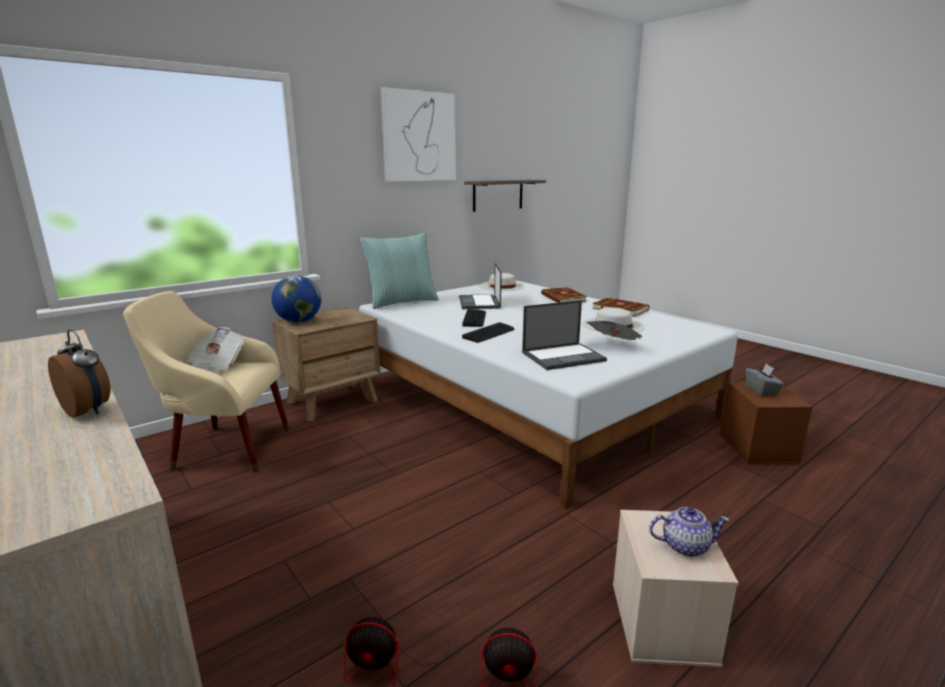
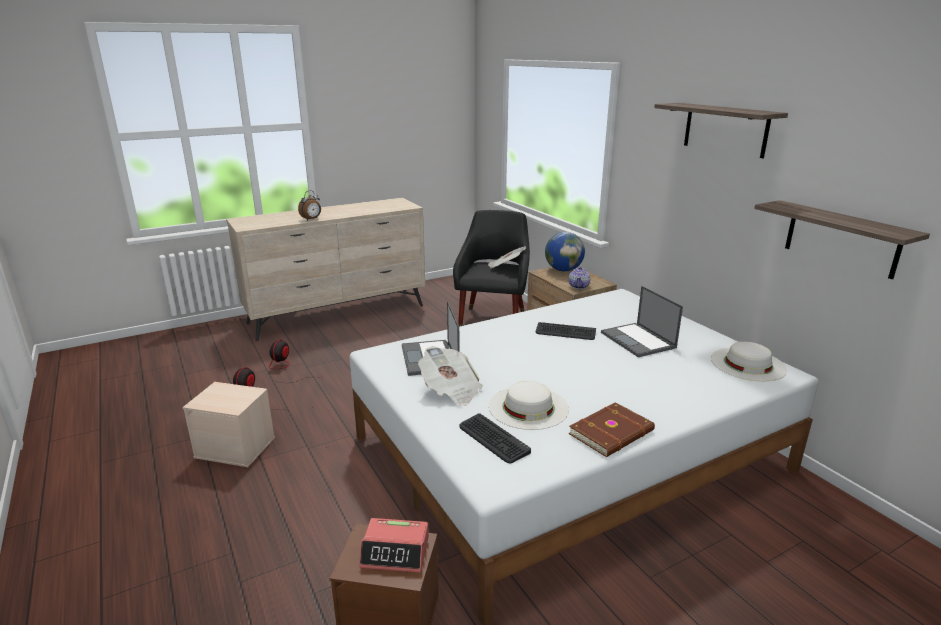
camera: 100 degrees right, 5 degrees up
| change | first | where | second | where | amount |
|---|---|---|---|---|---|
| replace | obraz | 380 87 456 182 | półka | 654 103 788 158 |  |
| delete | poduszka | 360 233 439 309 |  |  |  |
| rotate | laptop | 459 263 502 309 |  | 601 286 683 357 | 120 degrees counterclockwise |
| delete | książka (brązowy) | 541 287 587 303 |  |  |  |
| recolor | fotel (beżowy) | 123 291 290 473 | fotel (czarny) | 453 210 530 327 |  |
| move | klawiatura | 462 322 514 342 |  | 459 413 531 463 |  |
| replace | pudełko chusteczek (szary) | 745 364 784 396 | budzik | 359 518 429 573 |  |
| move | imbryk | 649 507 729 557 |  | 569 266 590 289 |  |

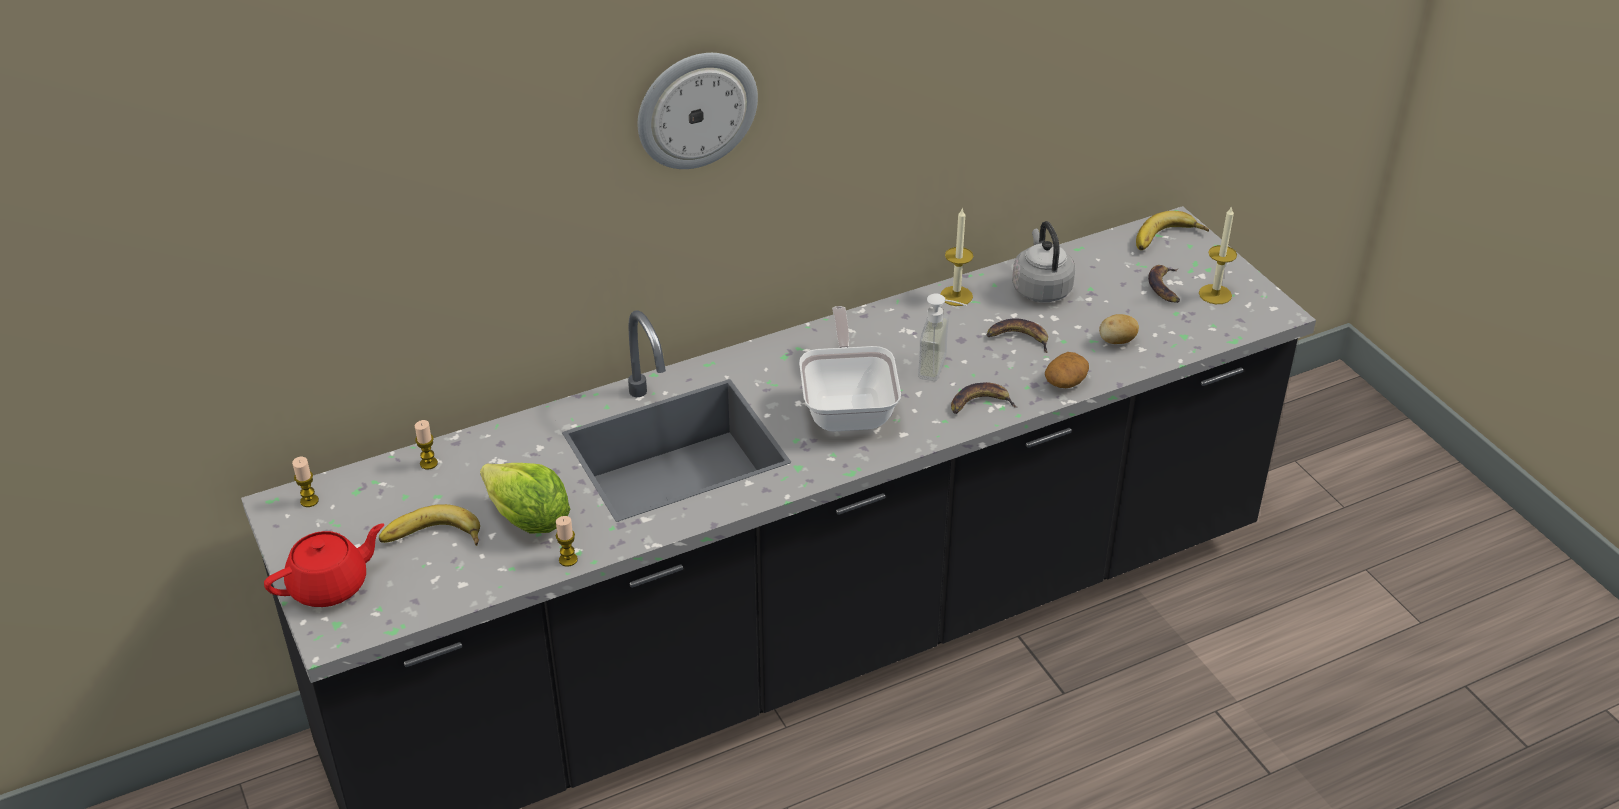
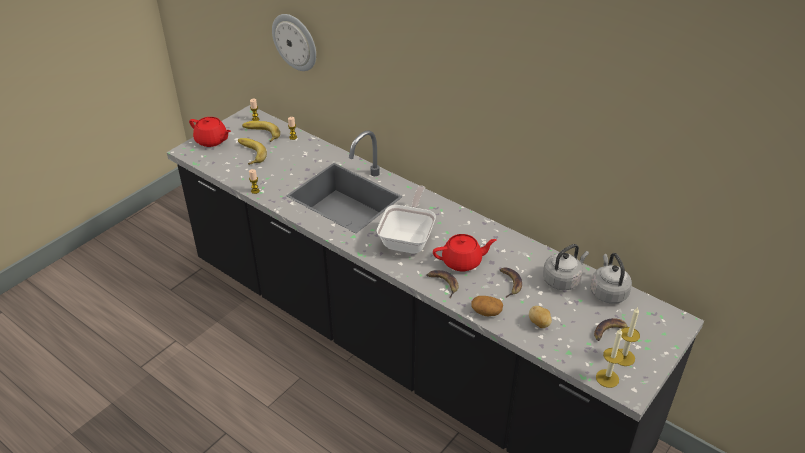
camera: 65 degrees right, 0 degrees up
| change | first | where | second | where | amount |
|---|---|---|---|---|---|
| move | zegar ścienny | 638 53 758 169 |  | 272 14 316 71 |  |
| move | świeca | 941 209 973 306 |  | 596 329 624 388 |  |
| move | banan | 1136 211 1209 250 |  | 242 121 280 142 |  |
| replace | dozownik mydła | 918 294 967 381 | imbryk (czerwony) | 433 234 497 271 |  |
| rotate | patelnia | 799 306 901 432 |  | 377 185 436 254 | 45 degrees counterclockwise |
| delete | sałata | 480 463 570 534 |  |  |  |
| insert |  |  | czajnik (szary) | 591 253 632 304 |  |

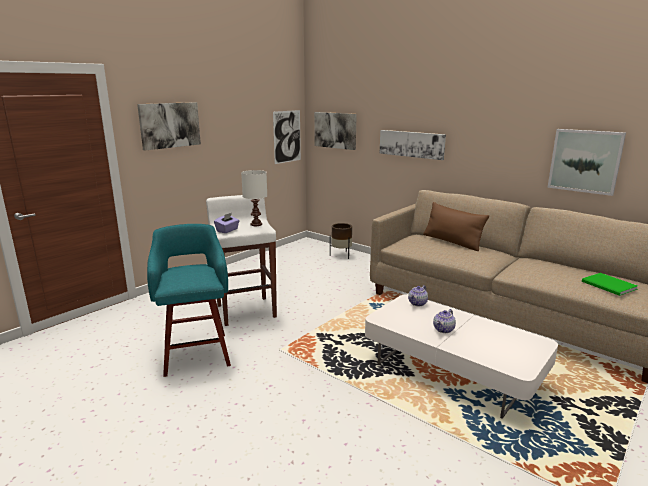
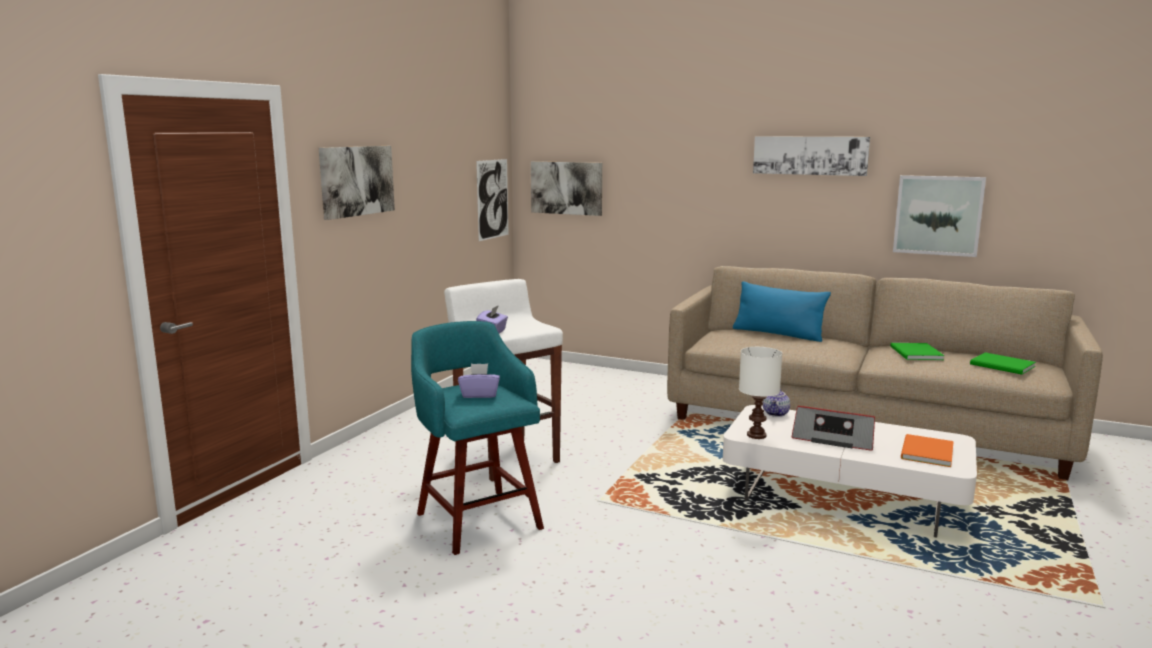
camera: 15 degrees left, 5 degrees down
| change | first | where | second | where | amount |
|---|---|---|---|---|---|
| move | obraz | 380 130 446 160 |  | 753 136 870 176 |  |
| move | lampa stołowa (biały) | 241 170 267 226 |  | 739 347 783 439 |  |
| recolor | poduszka (brązowy) | 423 202 489 251 | poduszka (niebieski) | 733 281 831 342 |  |
| delete | donica (brązowy) | 330 223 352 259 |  |  |  |
| replace | imbryk | 433 309 456 333 | radio | 792 406 875 451 |  |
| insert |  |  | książka (zielony) | 890 343 945 360 |  |
| insert |  |  | pudełko chusteczek (fioletowy) | 458 364 500 398 |  |
| insert |  |  | książka (pomarańczowy) | 901 434 954 467 |  |

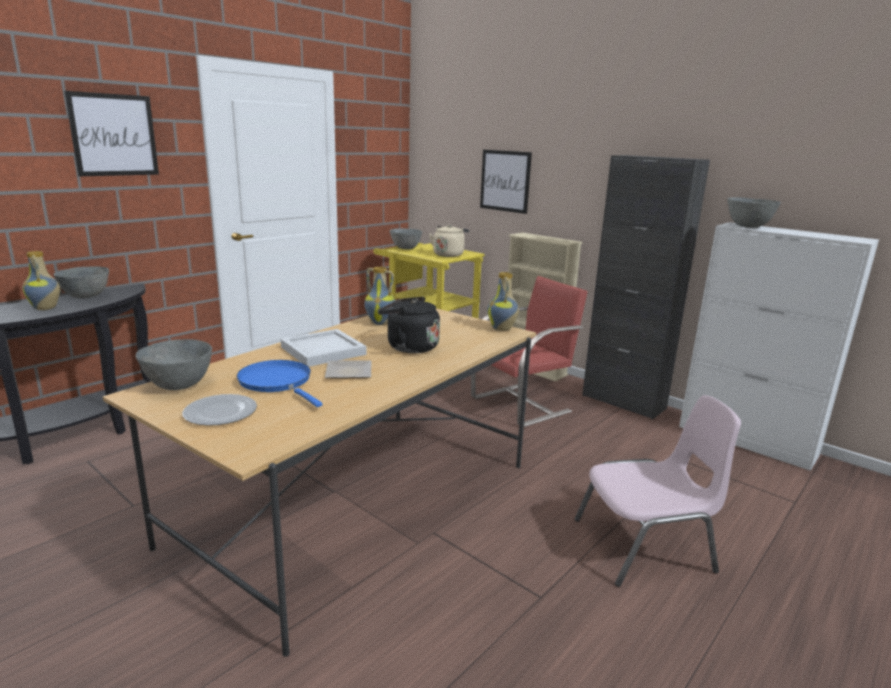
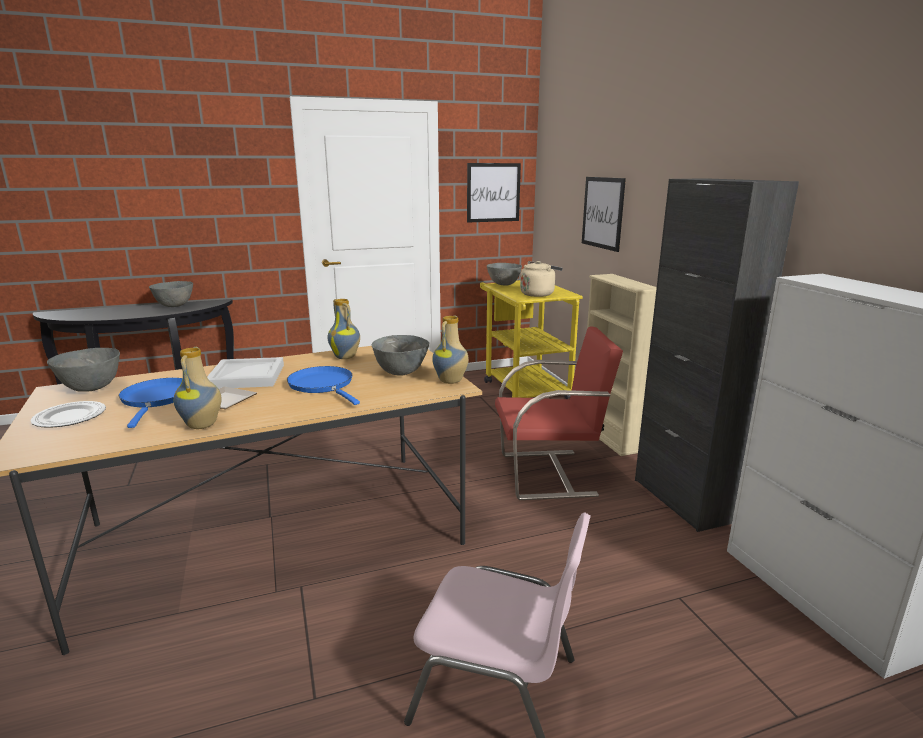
camera: 30 degrees right, 0 degrees up
| change | first | where | second | where | amount |
|---|---|---|---|---|---|
| move | obraz | 64 91 159 176 |  | 467 163 521 223 |  |
| move | miska (szary) | 727 197 781 228 |  | 372 335 429 376 |  |
| move | wazon | 22 251 60 310 |  | 174 347 221 429 |  |
| replace | czajnik (czarny) | 378 297 440 353 | patelnia (niebieski) | 287 366 360 405 |  |

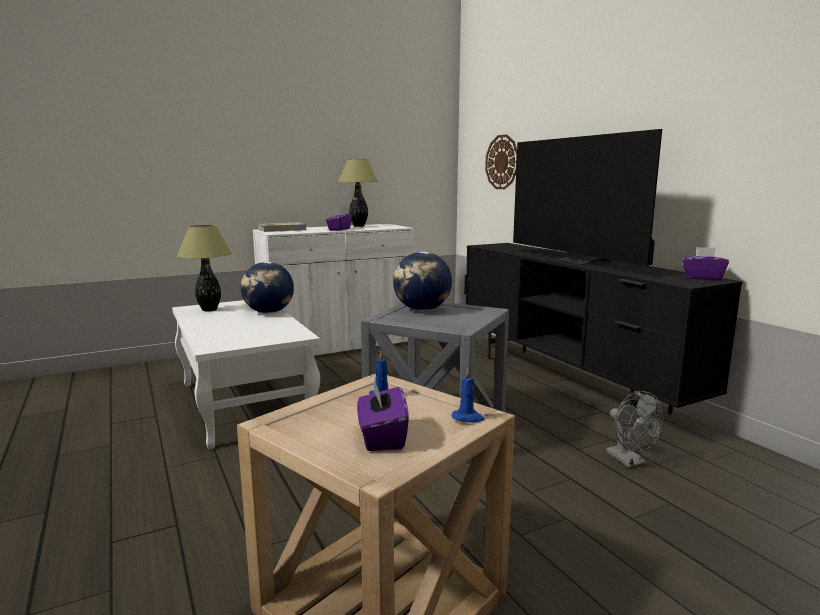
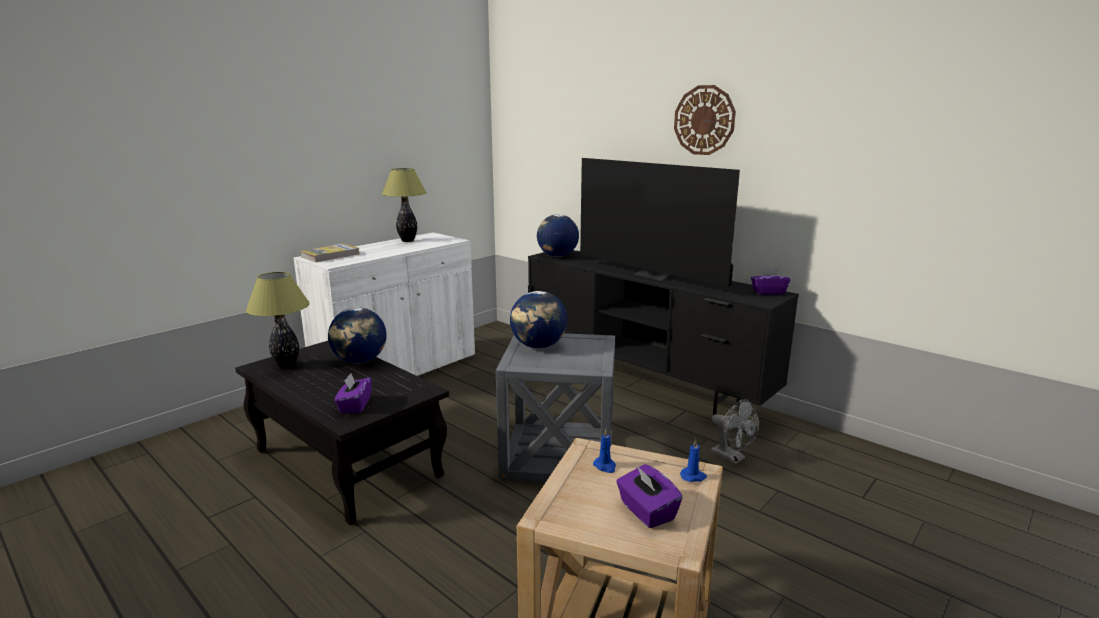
camera: 20 degrees left, 5 degrees up
| change | first | where | second | where | amount |
|---|---|---|---|---|---|
| move | zegar ścienny | 485 134 517 189 |  | 674 85 736 155 |  |
| move | pudełko chusteczek (fioletowy) | 326 209 352 231 |  | 334 373 372 413 |  |
| recolor | ława (biały) | 172 300 320 449 | ława (czarny) | 235 341 449 525 |  |
| insert |  |  | globus | 537 214 579 257 |  |

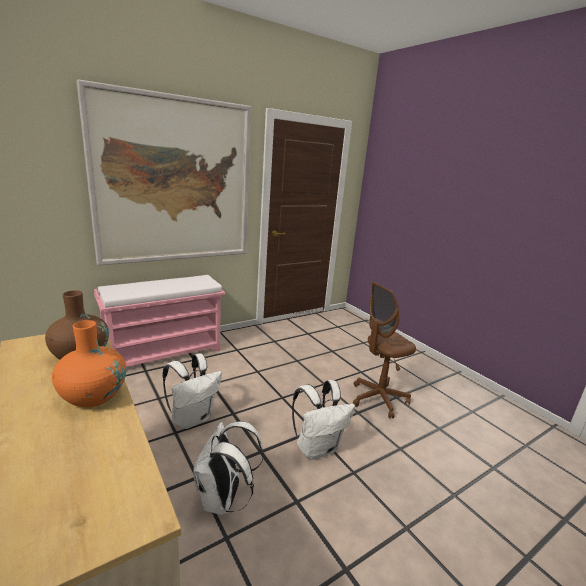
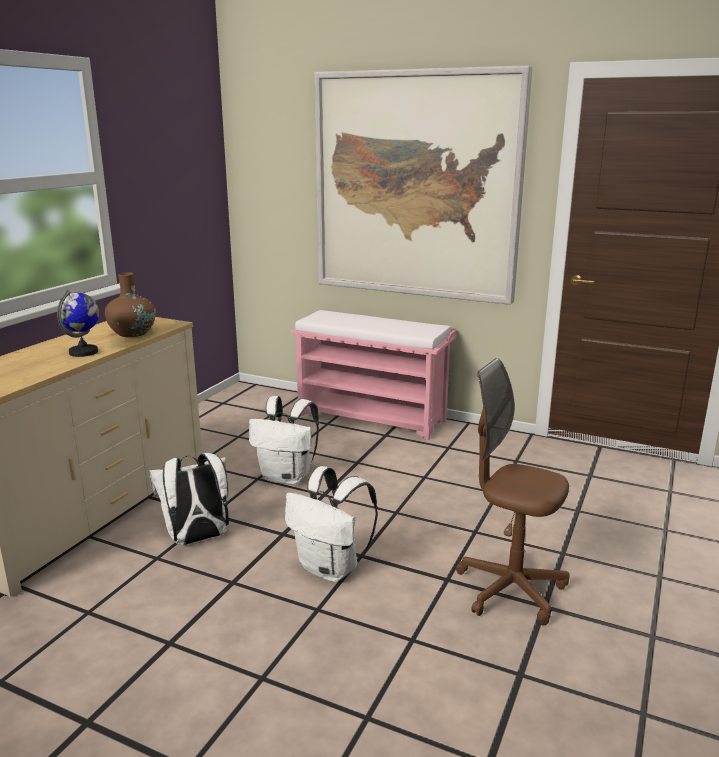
camera: 60 degrees right, 0 degrees up
| change | first | where | second | where | amount |
|---|---|---|---|---|---|
| replace | wazon (pomarańczowy) | 52 320 126 407 | globus | 57 290 99 357 |  |

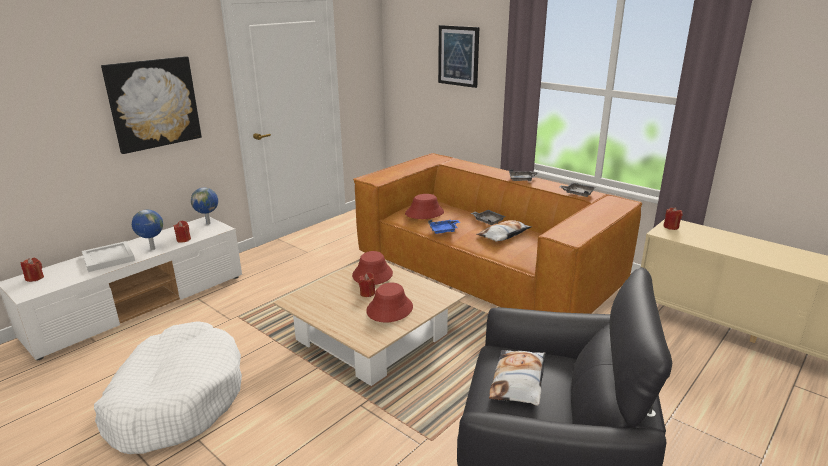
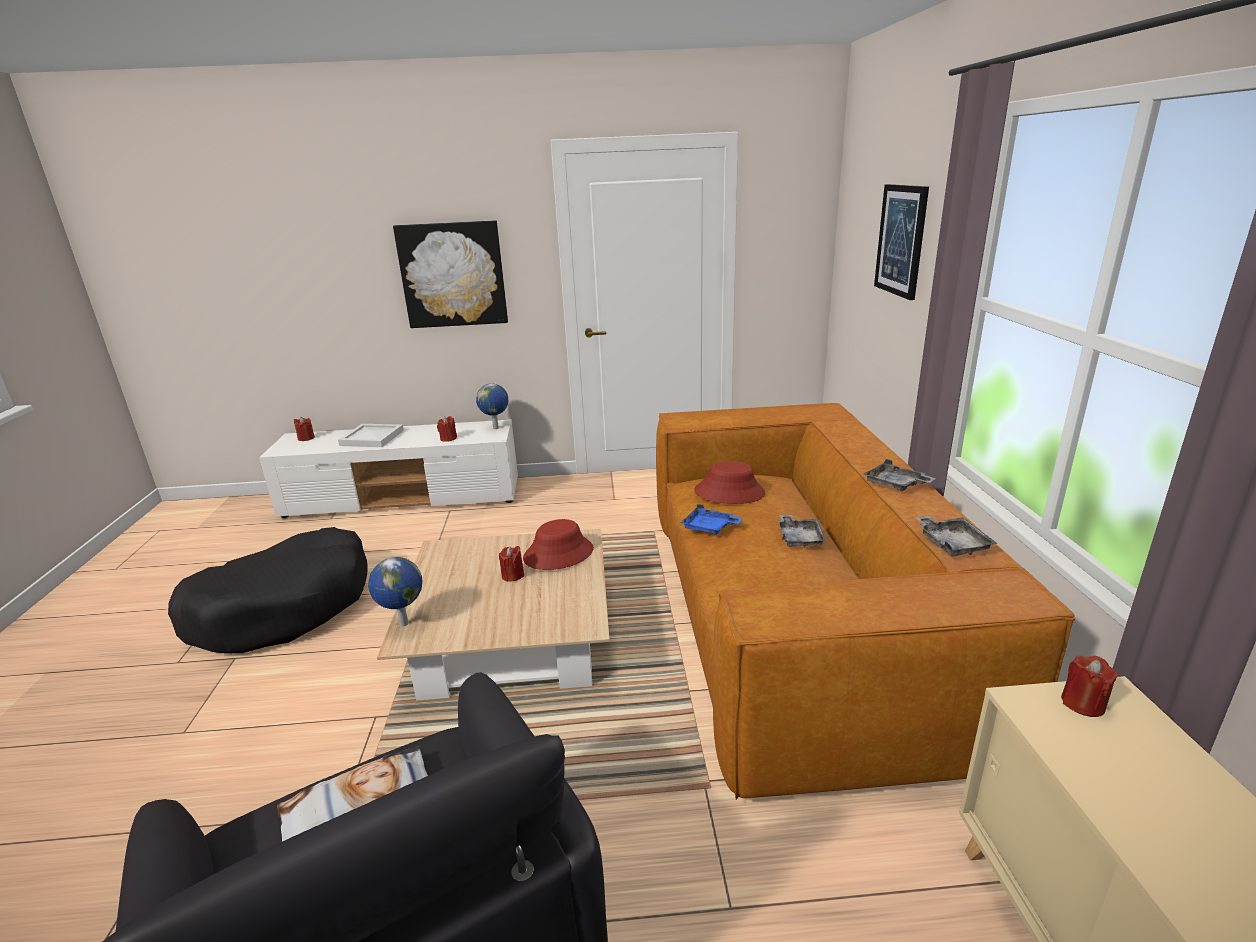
camera: 45 degrees right, 0 degrees up
| change | first | where | second | where | amount |
|---|---|---|---|---|---|
| move | globus | 132 210 163 250 |  | 368 557 422 627 |  |
| delete | poduszka | 477 220 532 242 |  |  |  |
| delete | kapelusz (czerwony) | 366 283 413 322 |  |  |  |
| recolor | legowisko (biały) | 94 322 242 454 | legowisko (czarny) | 168 527 367 654 |  |

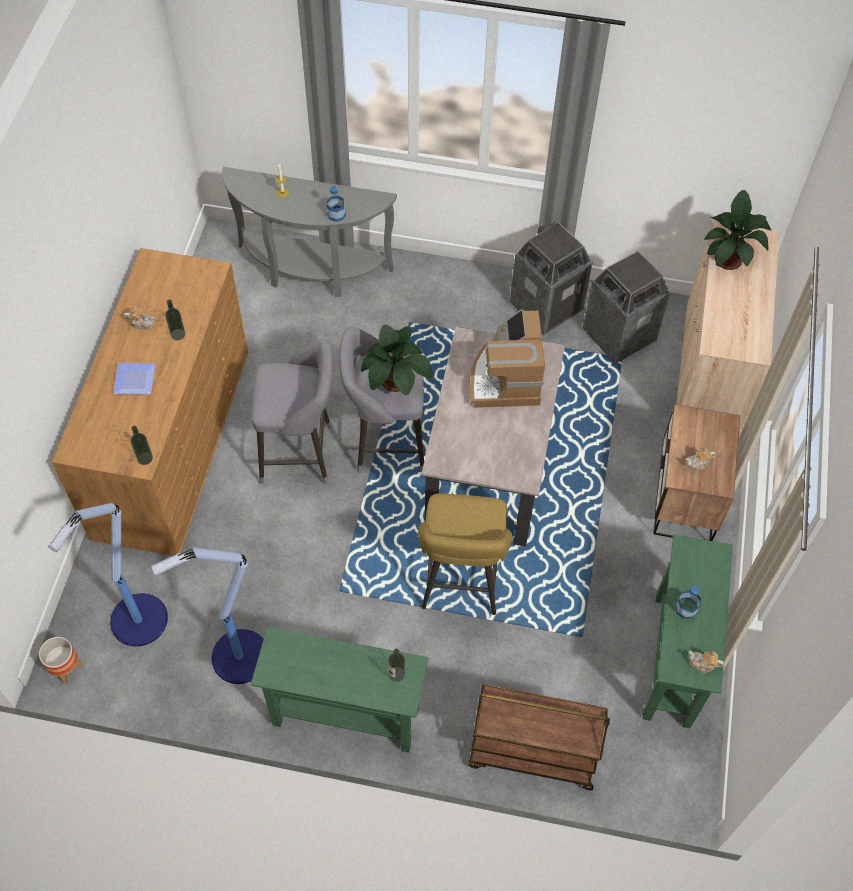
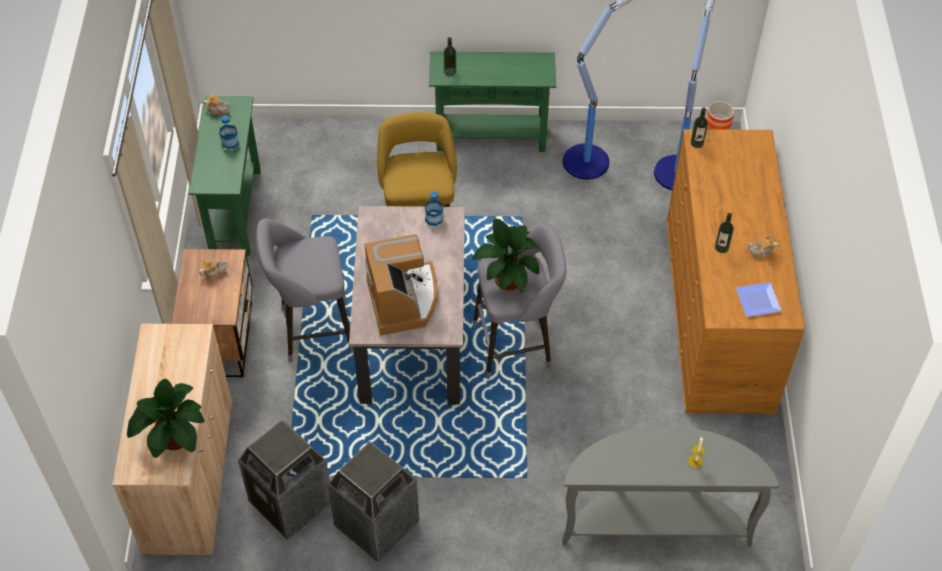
camera: 170 degrees right, 5 degrees down
| change | first | where | second | where | amount |
|---|---|---|---|---|---|
| move | butelka | 327 186 346 222 |  | 425 191 443 226 |  |
| move | stołek (szary) | 252 339 333 485 |  | 256 218 354 363 |  |
| move | talerz | 113 363 156 395 |  | 736 282 782 317 |  |
| delete | wózek (brązowy) | 468 684 610 791 |  |  |  |

